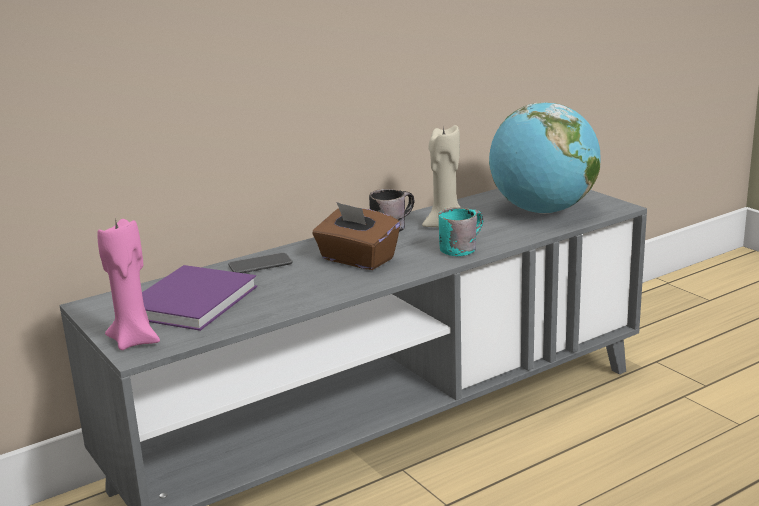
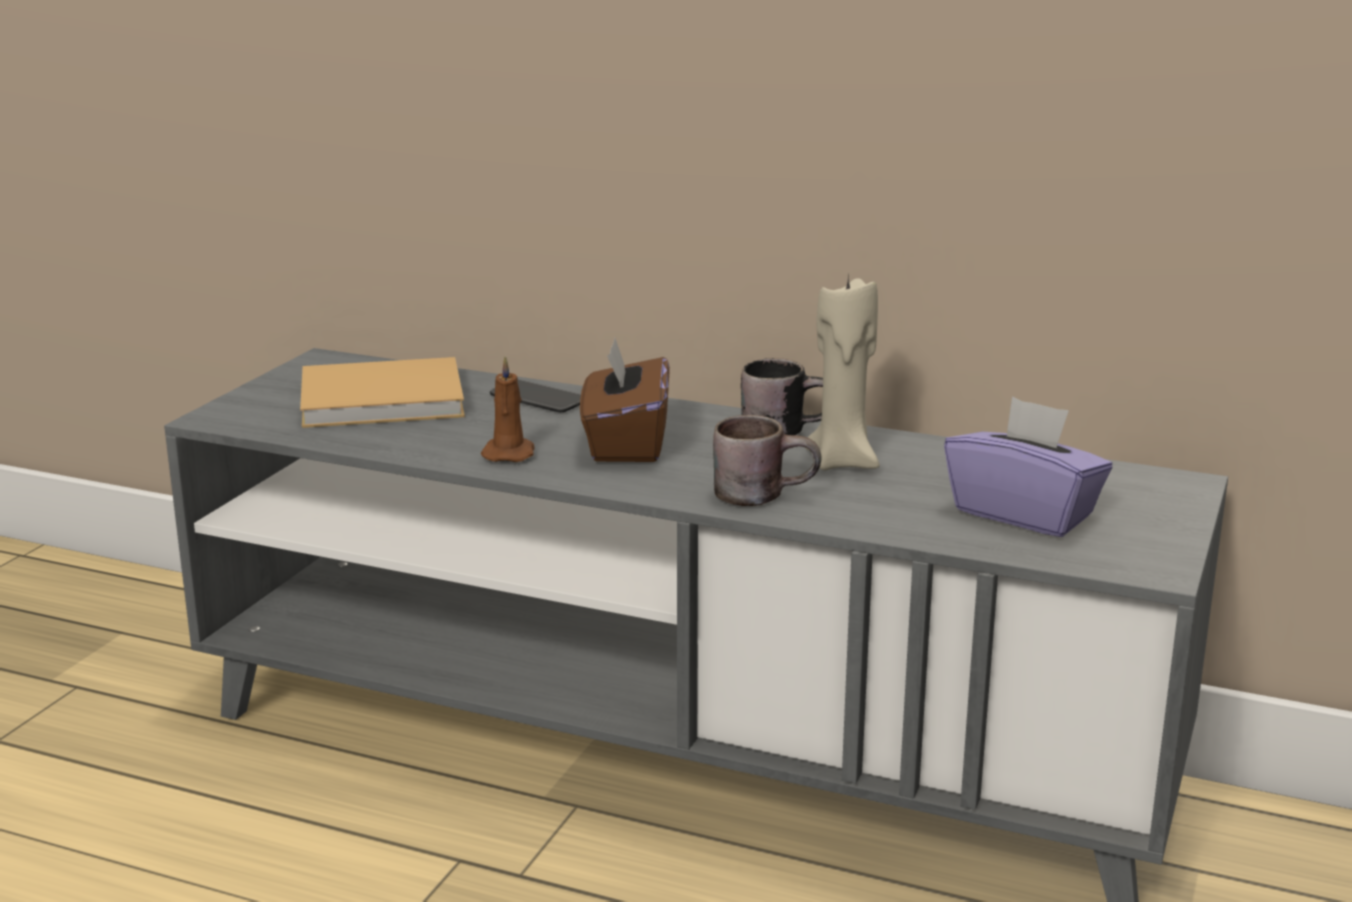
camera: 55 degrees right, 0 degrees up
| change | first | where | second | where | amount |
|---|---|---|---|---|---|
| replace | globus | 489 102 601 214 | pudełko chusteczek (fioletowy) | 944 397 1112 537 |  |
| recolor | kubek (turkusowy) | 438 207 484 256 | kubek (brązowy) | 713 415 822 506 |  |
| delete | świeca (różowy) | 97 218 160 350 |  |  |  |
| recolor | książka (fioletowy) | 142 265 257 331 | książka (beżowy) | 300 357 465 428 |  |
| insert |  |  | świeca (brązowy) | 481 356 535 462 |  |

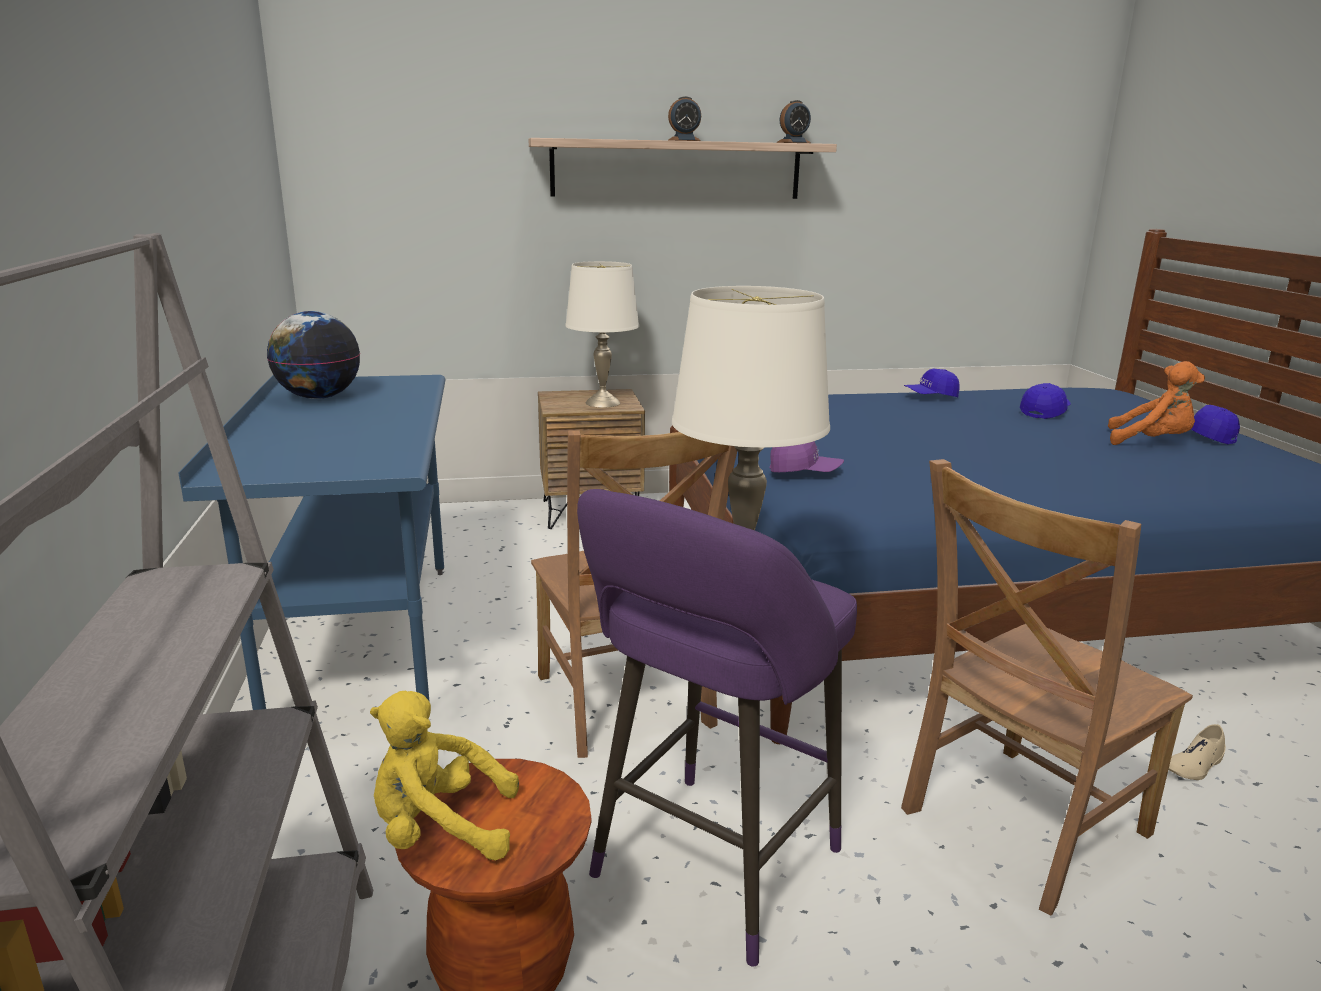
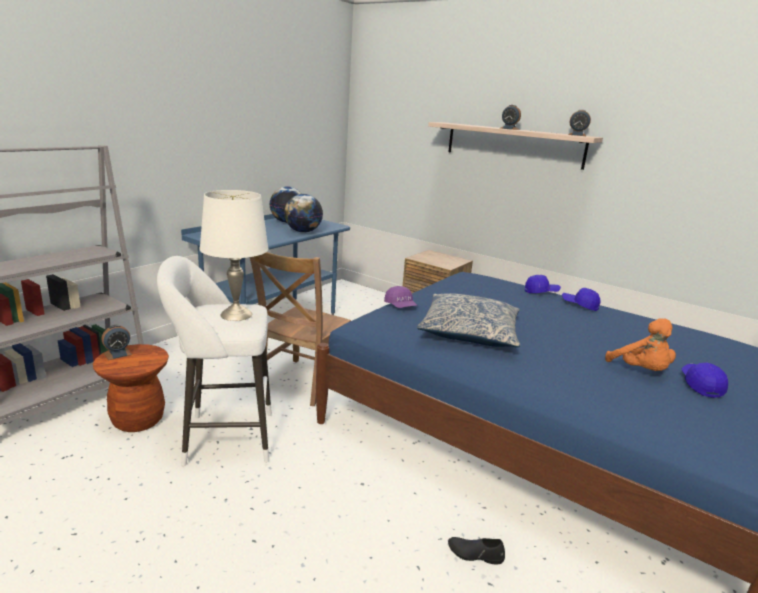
camera: 45 degrees right, 0 degrees up
| change | first | where | second | where | amount |
|---|---|---|---|---|---|
| delete | lampa stołowa (biały) | 565 261 639 408 |  |  |  |
| move | czapka z daszkiem (niebieski) | 1020 383 1071 419 |  | 525 275 561 293 |  |
| delete | krzesło (brązowy) | 901 459 1193 915 |  |  |  |
| recolor | stołek (fioletowy) | 577 489 857 966 | stołek (biały) | 157 256 272 466 |  |
| replace | pluszak (żółty) | 370 691 519 861 | budzik | 102 325 132 360 |  |
| recolor | but (beżowy) | 1168 724 1226 780 | but (czarny) | 448 537 505 564 |  |
| insert |  |  | globus | 284 194 323 233 |  |
| insert |  |  | poduszka | 417 293 520 347 |  |

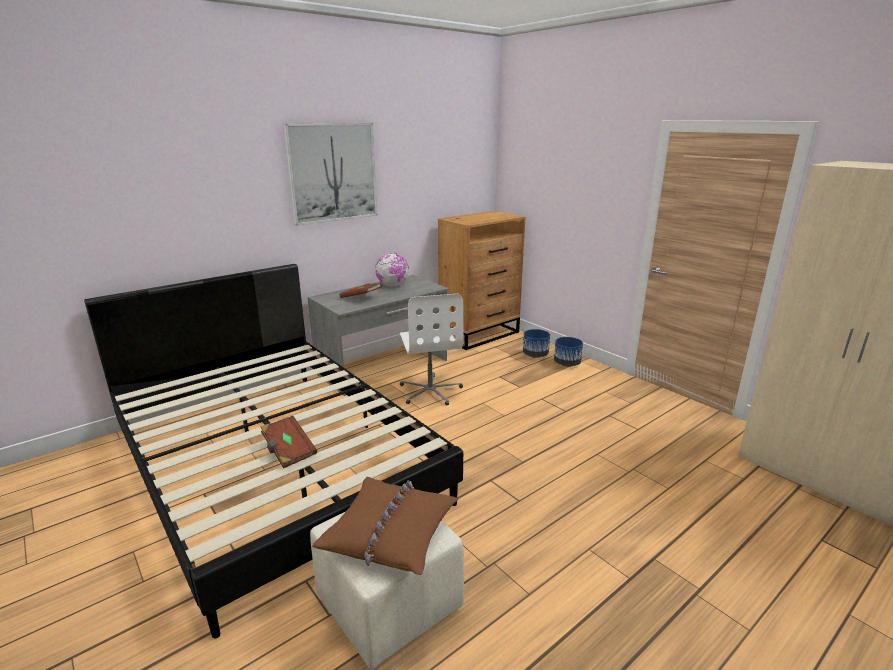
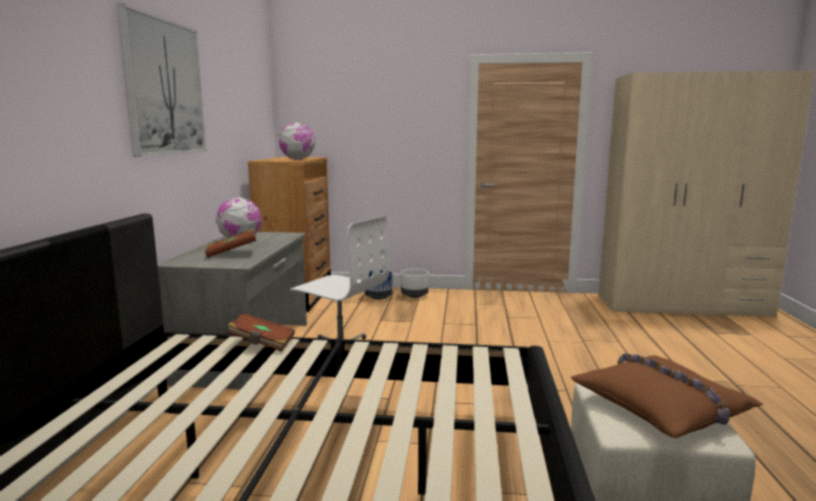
camera: 45 degrees left, 10 degrees down
| change | first | where | second | where | amount |
|---|---|---|---|---|---|
| recolor | donica (niebieski) | 554 337 583 367 | donica (biały) | 401 269 429 298 |  |
| move | książka (brązowy) | 260 416 317 468 |  | 226 313 295 352 |  |
| insert |  |  | globus | 279 123 316 160 |  |

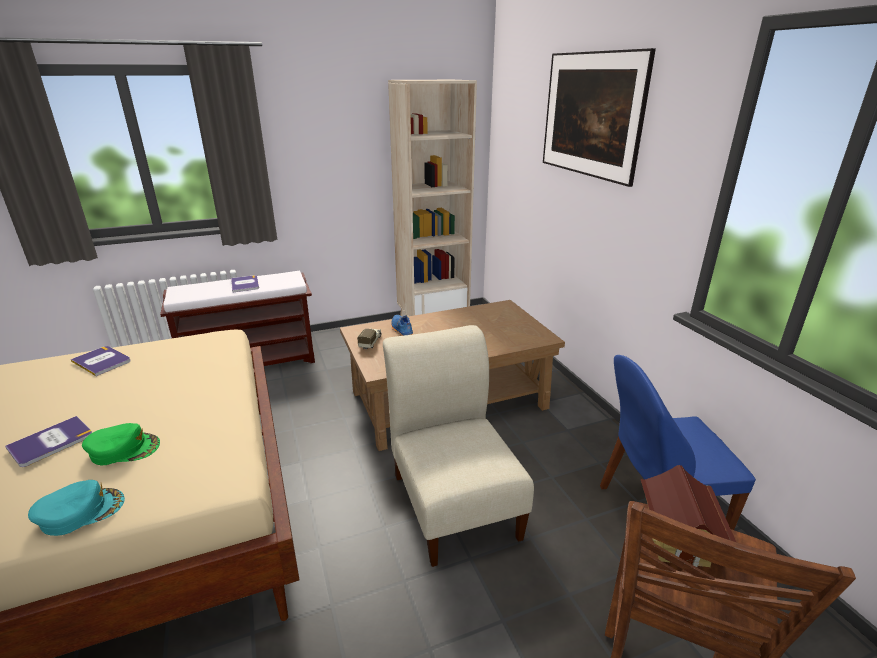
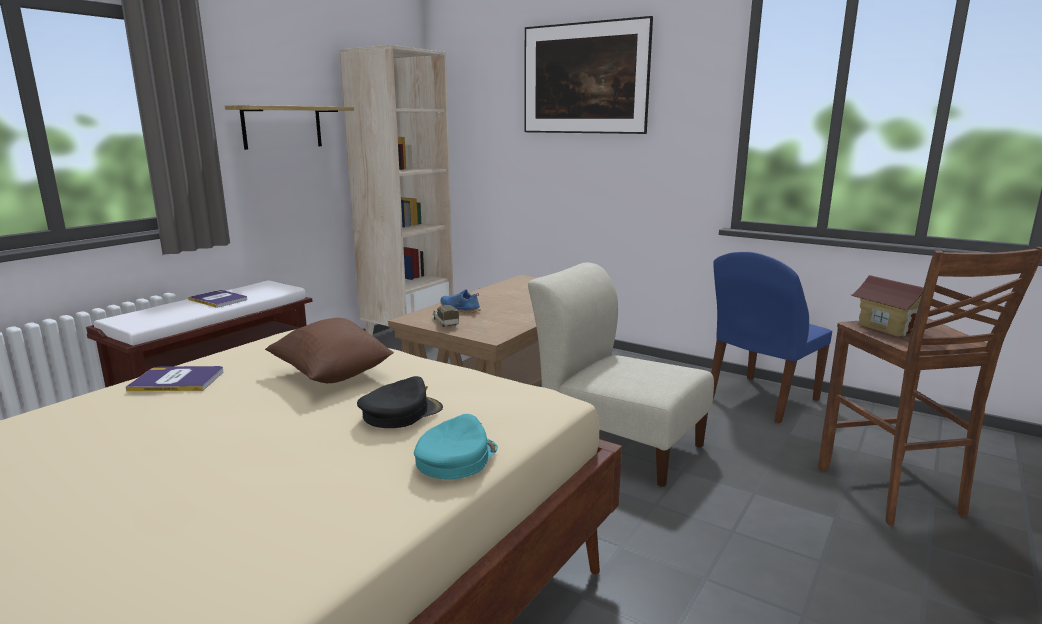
camera: 35 degrees left, 10 degrees down
| change | first | where | second | where | amount |
|---|---|---|---|---|---|
| delete | książka | 5 416 92 467 |  |  |  |
| recolor | czapka z daszkiem (zielony) | 82 423 160 465 | czapka z daszkiem (czarny) | 357 376 443 428 |  |
| insert |  |  | półka | 225 105 354 150 |  |
| insert |  |  | poduszka (brązowy) | 265 318 394 383 |  |

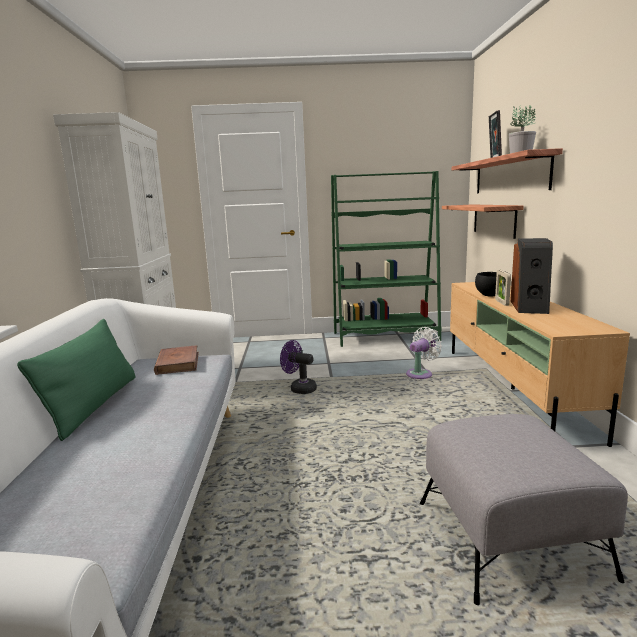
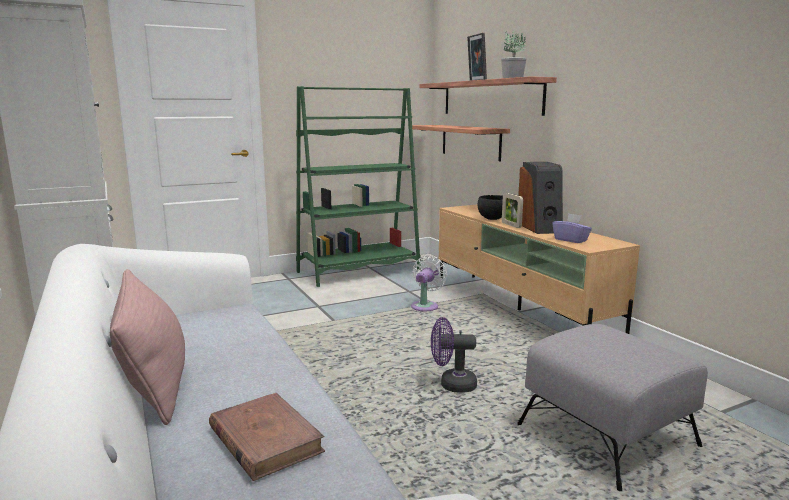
camera: 25 degrees left, 0 degrees up
| change | first | where | second | where | amount |
|---|---|---|---|---|---|
| recolor | poduszka (zielony) | 17 319 135 441 | poduszka (różowy) | 110 269 185 425 |  |
| move | wentylator (fioletowy) | 280 340 317 394 |  | 431 317 477 393 |  |
| move | książka (brązowy) | 154 346 199 375 |  | 209 393 325 481 |  |
| insert |  |  | pudełko chusteczek (fioletowy) | 552 214 592 243 |  |

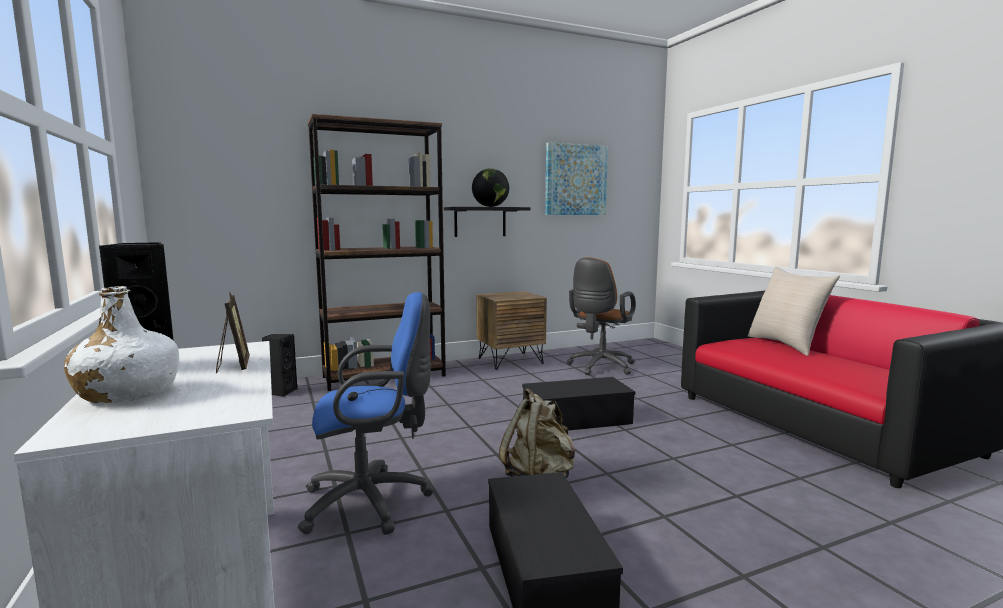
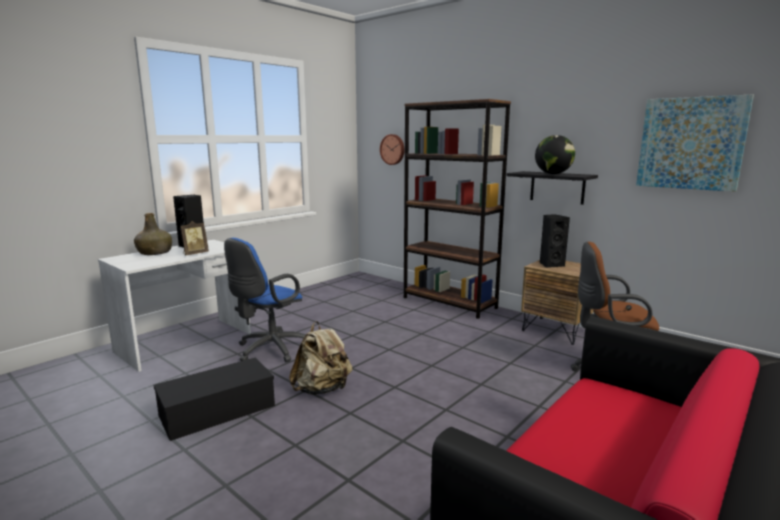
camera: 65 degrees right, 5 degrees up
| change | first | where | second | where | amount |
|---|---|---|---|---|---|
| delete | poduszka (beżowy) | 748 267 840 356 |  |  |  |
| recolor | butelka (biały) | 64 286 179 403 | butelka (zielony) | 134 213 172 255 |  |
| rotate | krzesło biurowe (niebieski) | 298 292 434 535 |  | 224 238 306 362 | 75 degrees clockwise |
| move | głośnik (czarny) | 262 334 298 397 |  | 540 214 570 268 |  |
| delete | pojemnik do przechowywania (czarny) | 522 377 635 431 |  |  |  |
| insert |  |  | zegar ścienny | 380 134 405 165 |  |

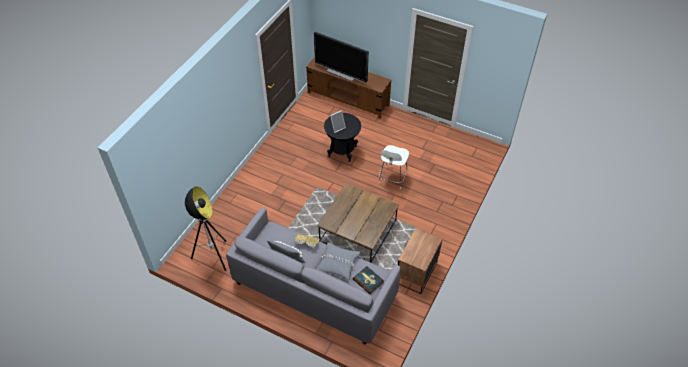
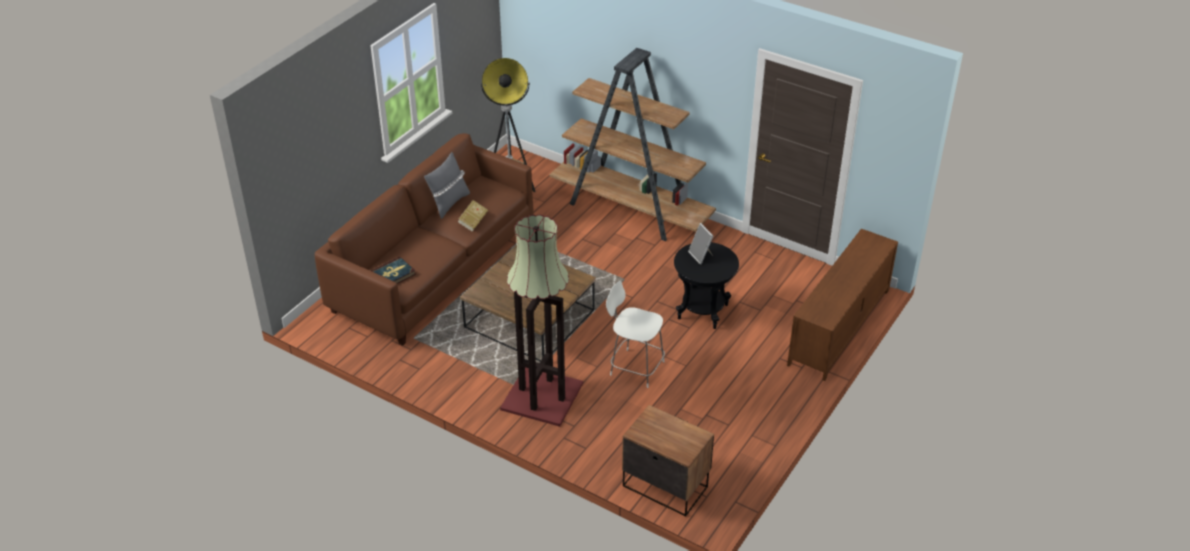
camera: 95 degrees right, 10 degrees down
| change | first | where | second | where | amount |
|---|---|---|---|---|---|
| delete | telewizor | 314 32 369 83 |  |  |  |
| recolor | kanapa (szary) | 226 207 401 345 | kanapa (brązowy) | 315 133 534 346 |  |
| move | szafka nocna | 398 228 443 294 |  | 622 405 714 516 |  |
| delete | poduszka (szary) | 317 242 361 280 |  |  |  |
| insert |  |  | regał (brązowy) | 549 48 716 241 |  |
| insert |  |  | lampa stojąca | 500 214 583 427 |  |

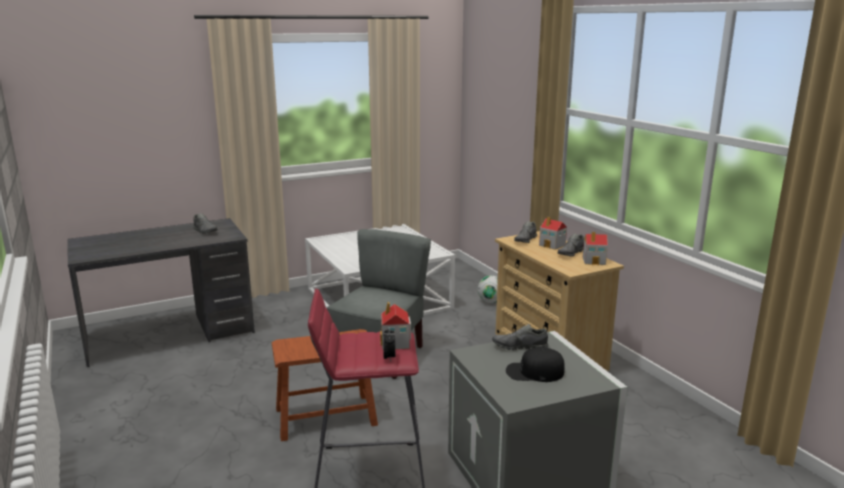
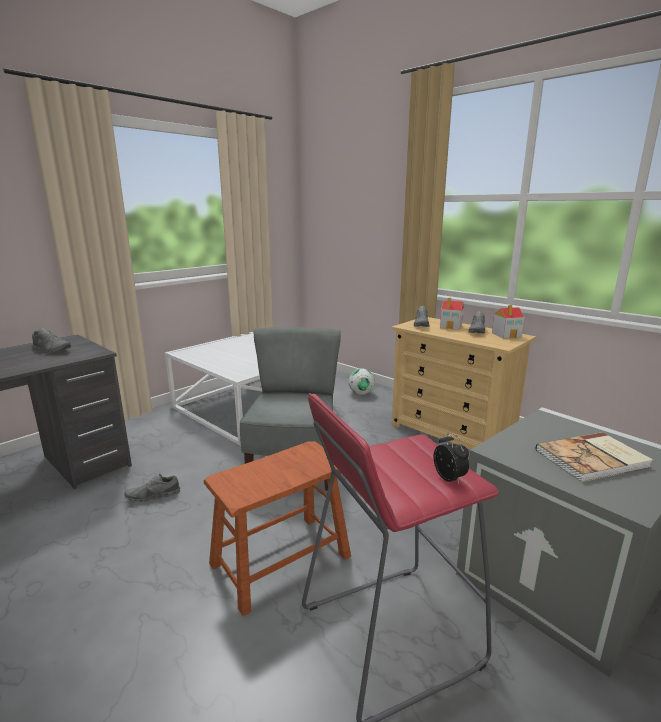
camera: 20 degrees left, 0 degrees up
| change | first | where | second | where | amount |
|---|---|---|---|---|---|
| delete | domek | 380 302 411 349 |  |  |  |
| move | but (szary) | 492 324 549 350 |  | 124 474 180 502 |  |
| replace | czapka z daszkiem (czarny) | 506 347 565 382 | książka | 536 432 653 482 |  |

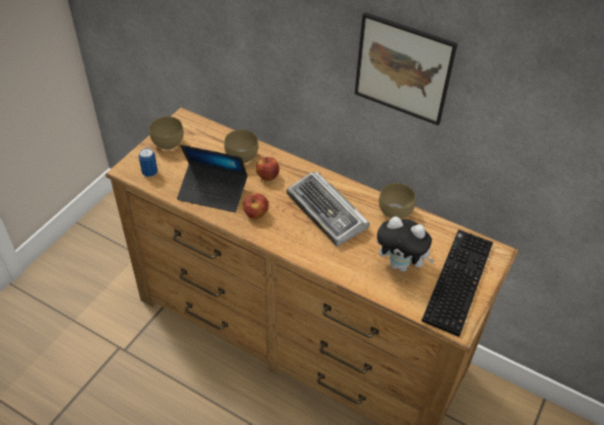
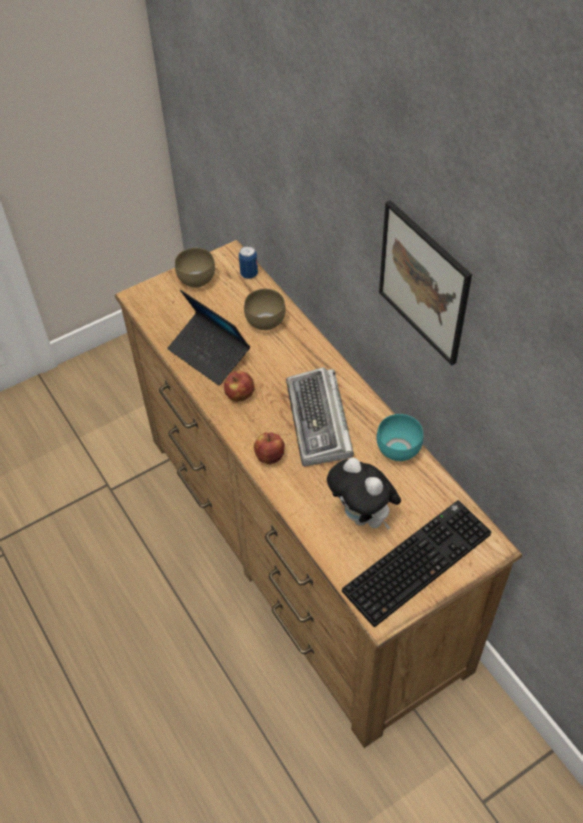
camera: 30 degrees right, 5 degrees up
| change | first | where | second | where | amount |
|---|---|---|---|---|---|
| move | puszka | 139 148 158 177 |  | 239 246 258 279 |  |
| move | jabłko | 256 157 279 181 |  | 254 432 285 465 |  |
| recolor | miska (brązowy) | 379 183 416 219 | miska (turkusowy) | 377 414 423 461 |  |

